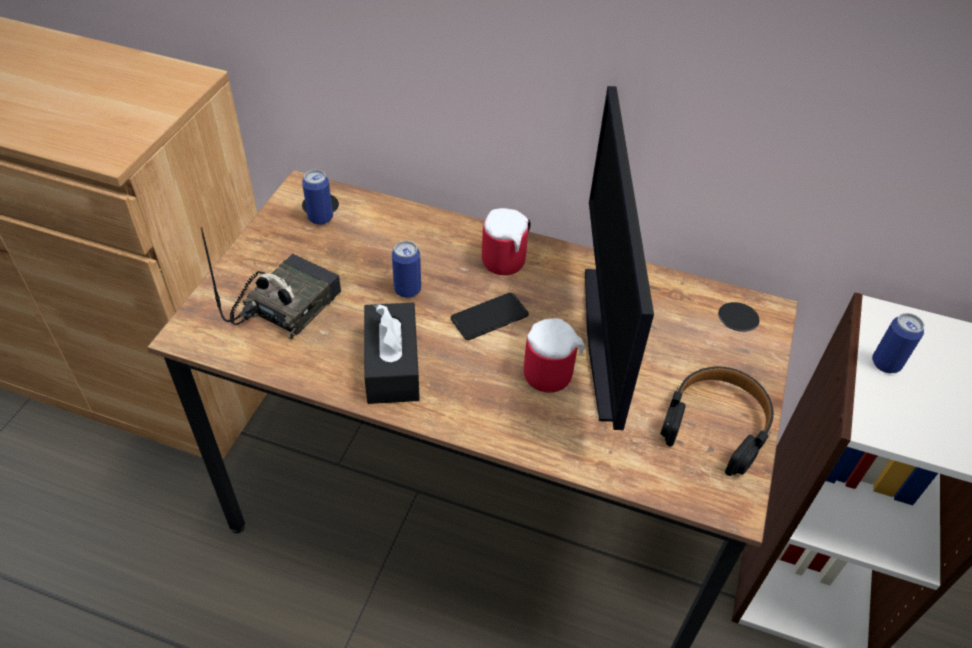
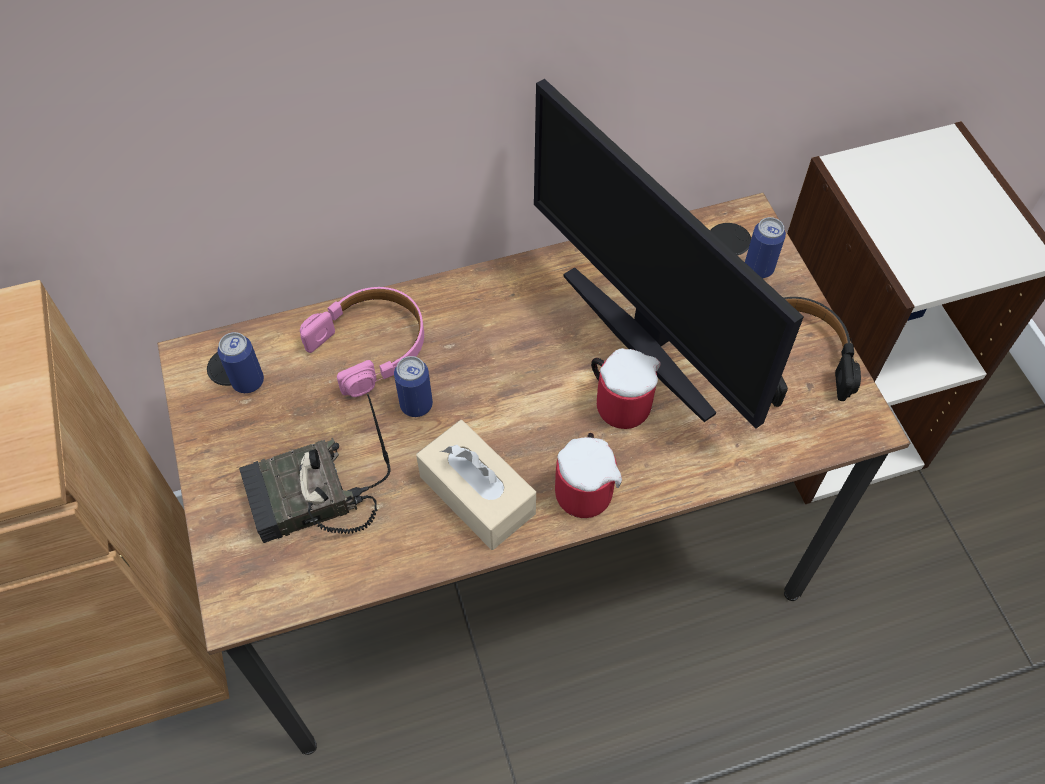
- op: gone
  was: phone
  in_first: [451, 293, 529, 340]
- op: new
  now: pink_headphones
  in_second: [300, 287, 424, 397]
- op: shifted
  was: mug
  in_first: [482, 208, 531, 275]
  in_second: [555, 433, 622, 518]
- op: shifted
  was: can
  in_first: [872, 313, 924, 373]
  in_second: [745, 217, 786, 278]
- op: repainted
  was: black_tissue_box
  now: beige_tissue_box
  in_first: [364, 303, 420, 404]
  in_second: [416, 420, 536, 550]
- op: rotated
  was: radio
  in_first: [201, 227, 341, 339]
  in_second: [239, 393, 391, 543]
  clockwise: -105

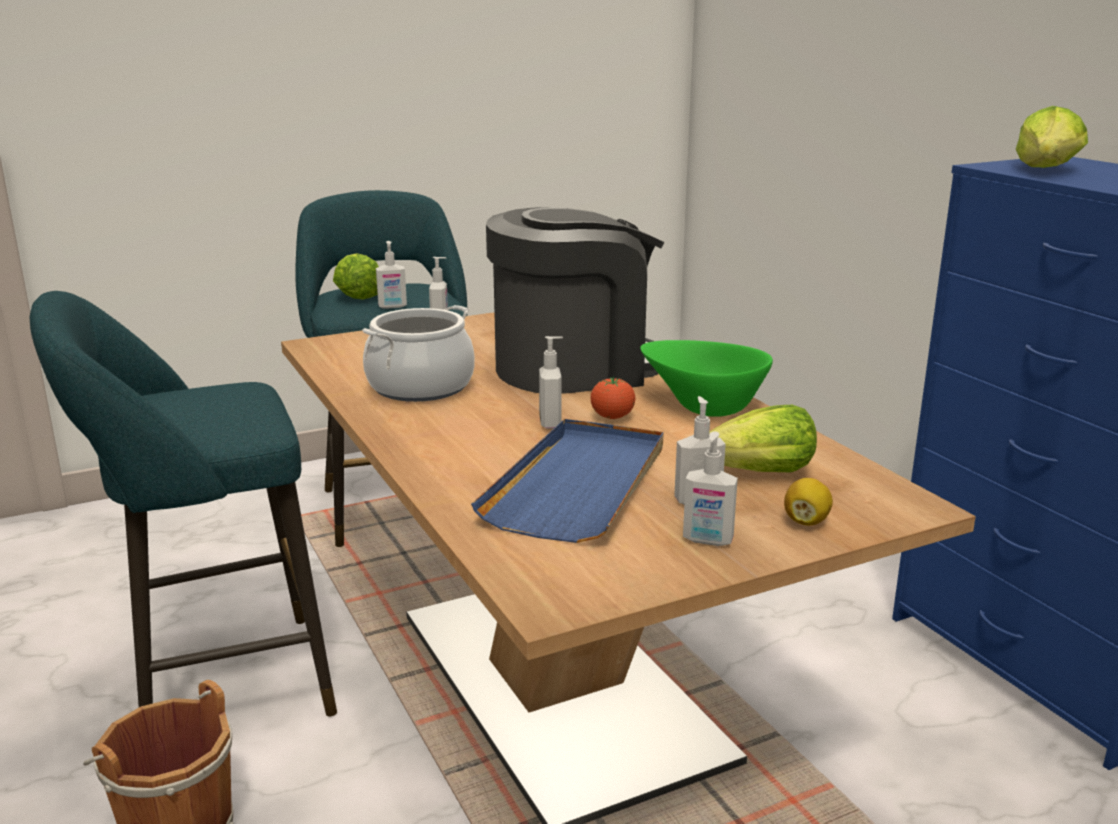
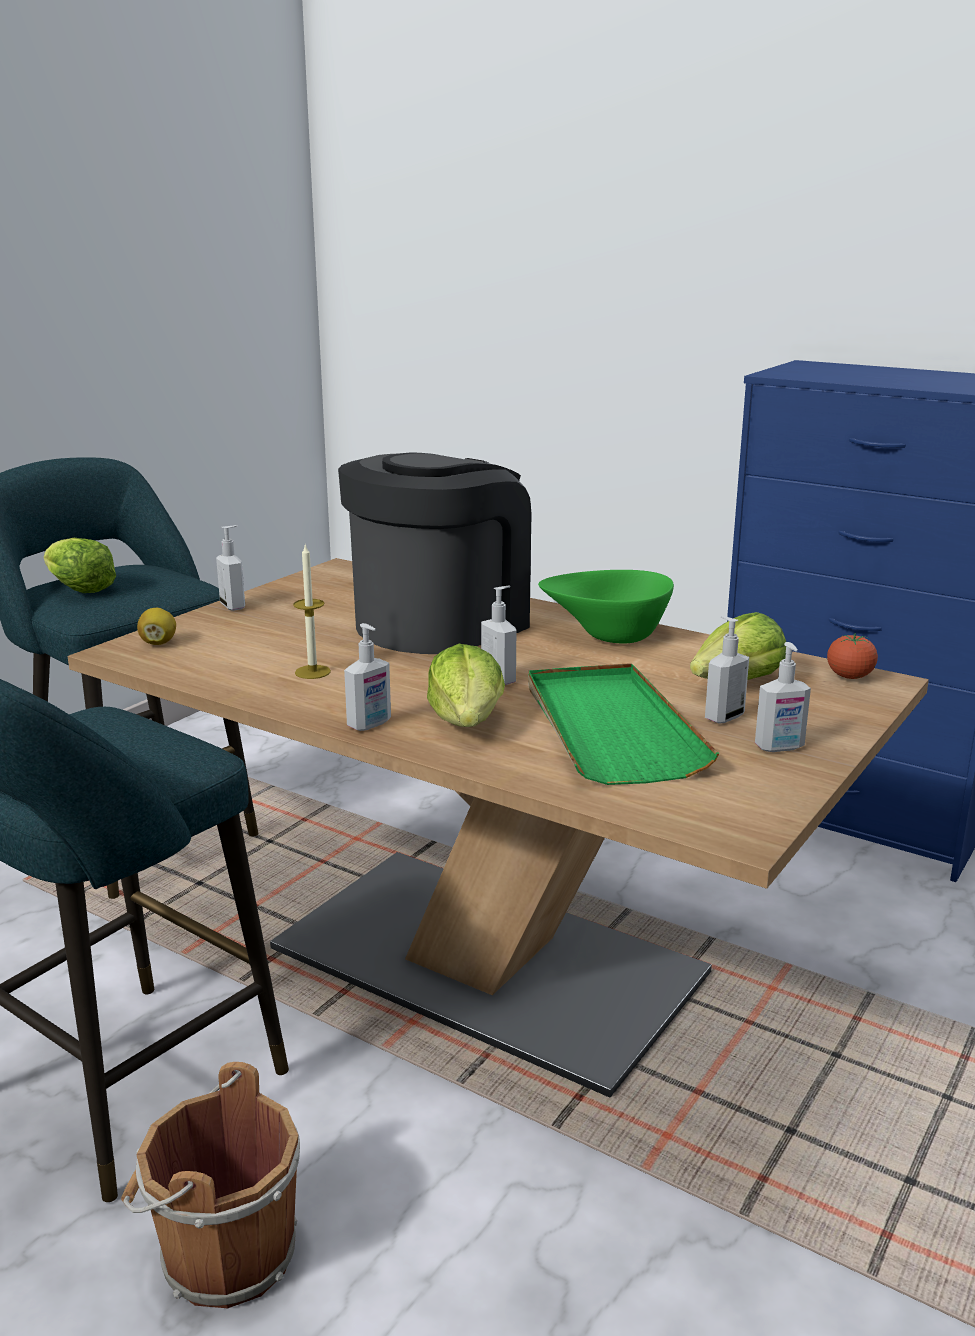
- op: shifted
  was: soap_dispenser
  in_first: [376, 241, 407, 309]
  in_second: [344, 623, 391, 731]
- op: shifted
  was: tomato
  in_first: [590, 376, 635, 419]
  in_second: [827, 633, 878, 679]
- op: shifted
  was: lemon
  in_first: [784, 478, 833, 526]
  in_second: [137, 608, 176, 645]
- op: shifted
  was: lettuce
  in_first: [1016, 106, 1088, 168]
  in_second: [427, 644, 505, 727]
- op: swapped
  was: cooking_pot
  now: candle
  in_first: [362, 305, 475, 402]
  in_second: [293, 544, 331, 679]
- op: repainted
  was: blue_tray
  now: green_tray
  in_first: [471, 419, 663, 543]
  in_second: [528, 663, 719, 785]

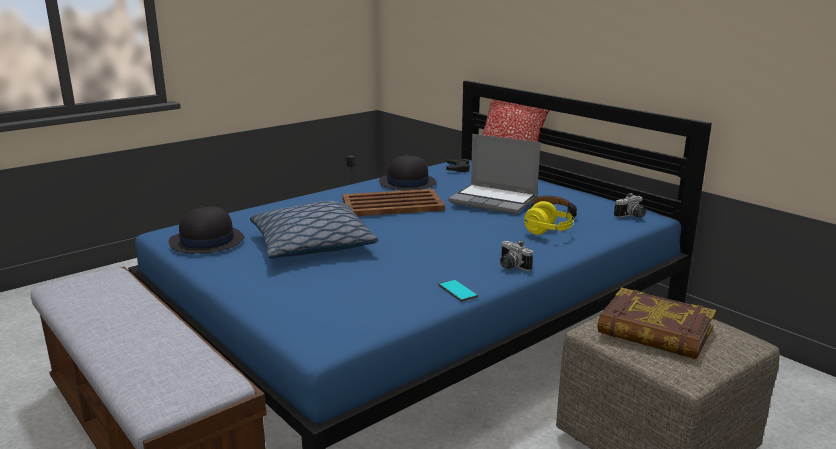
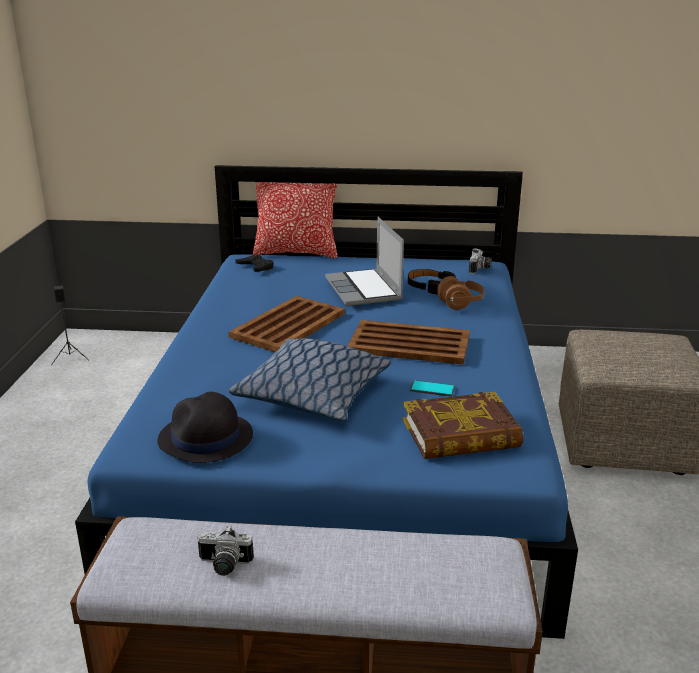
- op: gone
  was: black_hat
  in_first: [379, 154, 437, 190]
- op: new
  now: brown_tray
  in_second: [347, 320, 470, 365]
- op: shifted
  was: phone
  in_first: [438, 279, 478, 302]
  in_second: [410, 380, 455, 397]
- op: shifted
  was: photo_camera
  in_first: [500, 240, 533, 271]
  in_second: [198, 526, 254, 576]
- op: shifted
  was: book
  in_first: [598, 288, 716, 359]
  in_second: [403, 392, 523, 459]
- op: repainted
  was: yellow_headphones
  now: brown_headphones
  in_first: [524, 201, 574, 235]
  in_second: [437, 276, 486, 310]
- op: rotated
  was: laptop
  in_first: [448, 134, 541, 214]
  in_second: [325, 217, 404, 306]
  clockwise: 90

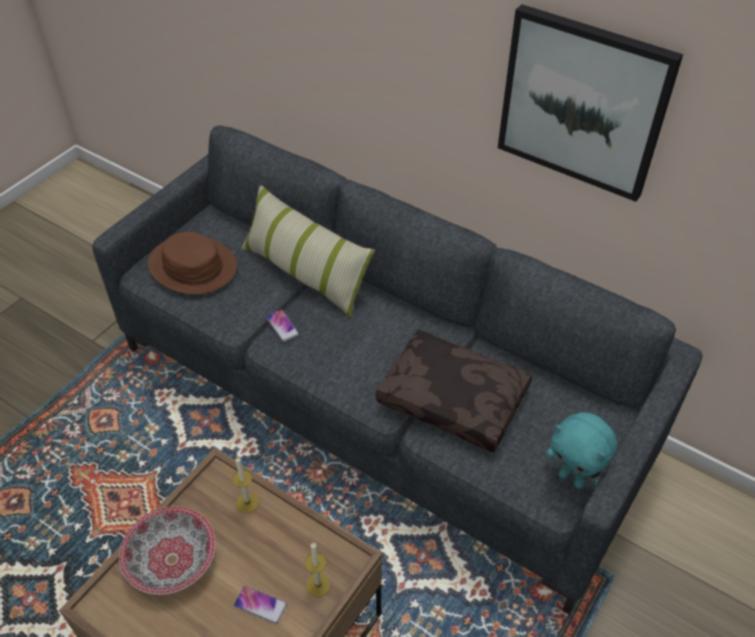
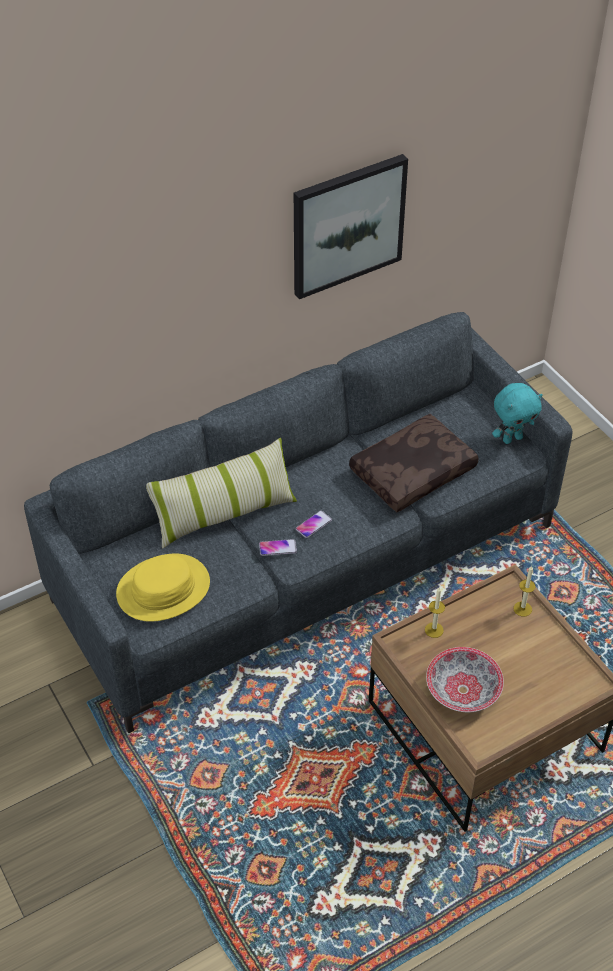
- op: shifted
  was: phone
  in_first: [234, 586, 287, 624]
  in_second: [296, 510, 332, 538]
- op: repainted
  was: brown_hat
  now: yellow_hat
  in_first: [148, 232, 237, 295]
  in_second: [116, 554, 210, 622]

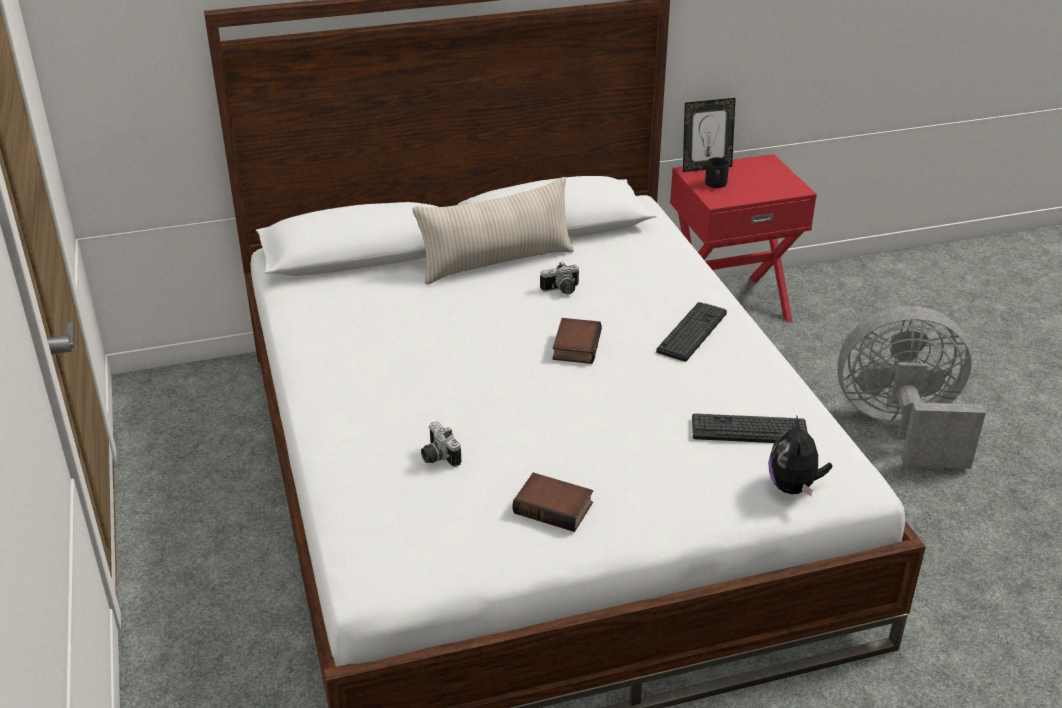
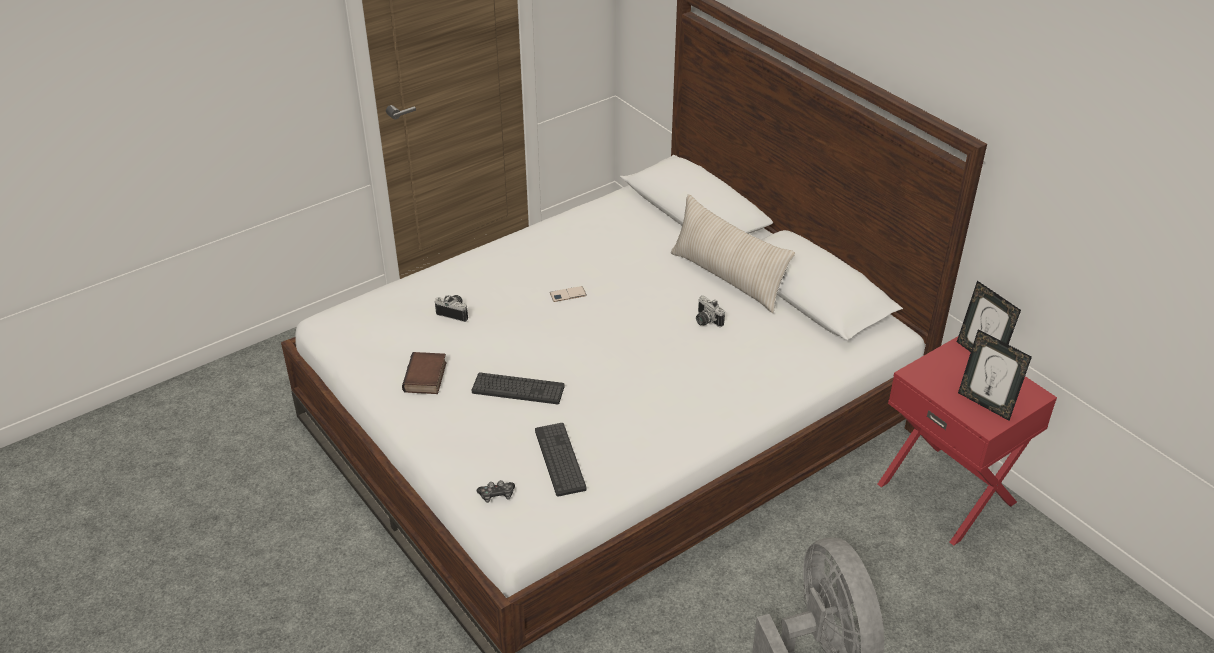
- op: gone
  was: book
  in_first: [553, 318, 602, 364]
- op: gone
  was: black_mug
  in_first: [705, 157, 729, 188]
- op: new
  now: phone
  in_second: [550, 286, 587, 302]
- op: new
  now: picture_frame
  in_second: [958, 329, 1032, 421]
- op: shifted
  was: keyboard
  in_first: [656, 302, 727, 362]
  in_second: [472, 373, 565, 404]
- op: swapped
  was: plush_toy
  now: game_controller
  in_first: [768, 415, 833, 496]
  in_second: [477, 480, 515, 503]
- op: rotated
  was: photo_camera
  in_first: [421, 421, 461, 467]
  in_second: [435, 295, 468, 322]
  clockwise: 75

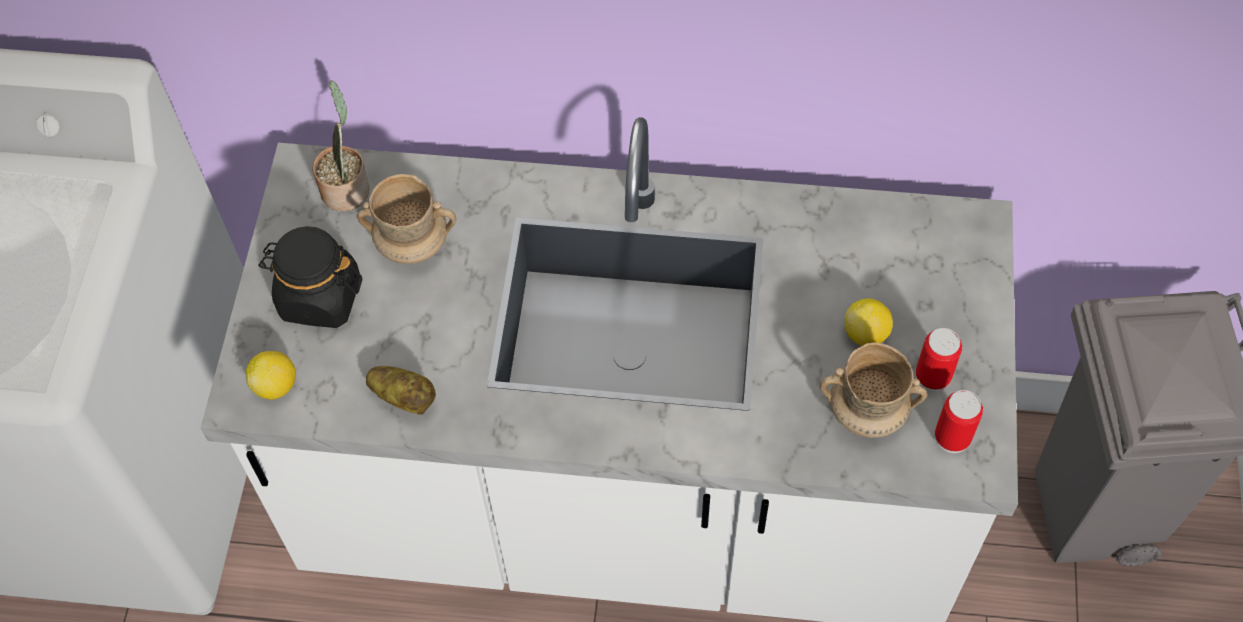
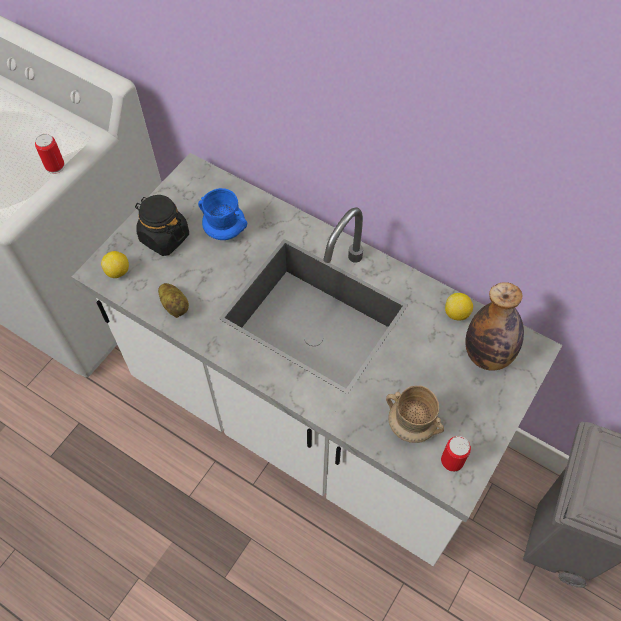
- op: gone
  was: potted_plant
  in_first: [313, 80, 369, 211]
- op: new
  now: bottle
  in_second: [465, 282, 524, 371]
- op: shifted
  was: lemon
  in_first: [844, 298, 893, 346]
  in_second: [445, 293, 473, 321]
- op: shifted
  was: can
  in_first: [916, 328, 962, 391]
  in_second: [35, 134, 65, 174]
- op: repainted
  was: beige_mug
  now: blue_mug
  in_first: [357, 174, 456, 264]
  in_second: [198, 188, 247, 240]

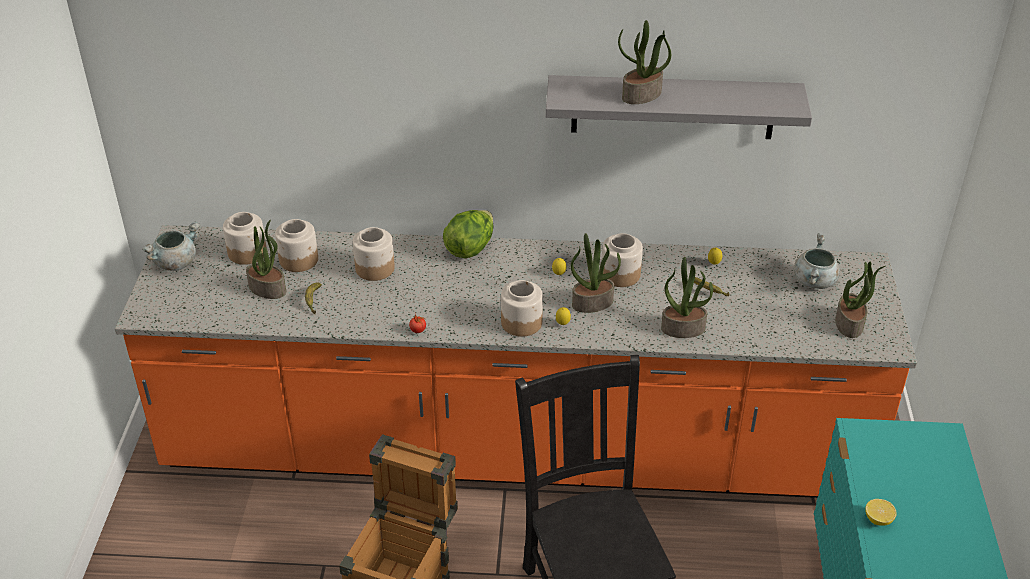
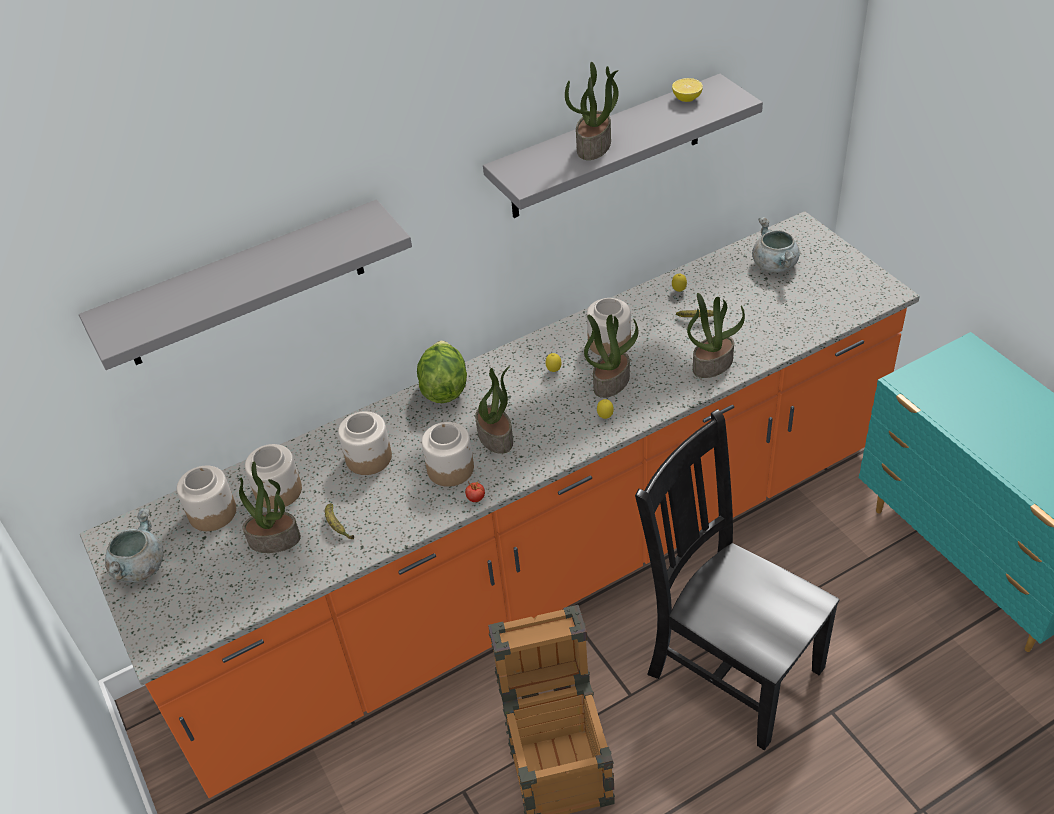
- op: new
  now: grey_shelf
  in_second: [79, 200, 412, 370]
- op: shifted
  was: jar
  in_first: [501, 280, 543, 337]
  in_second: [422, 422, 474, 487]
- op: shifted
  was: potted_plant
  in_first: [835, 262, 885, 338]
  in_second: [475, 366, 513, 454]
- op: shifted
  was: lemon
  in_first: [865, 499, 897, 526]
  in_second: [672, 78, 703, 102]

